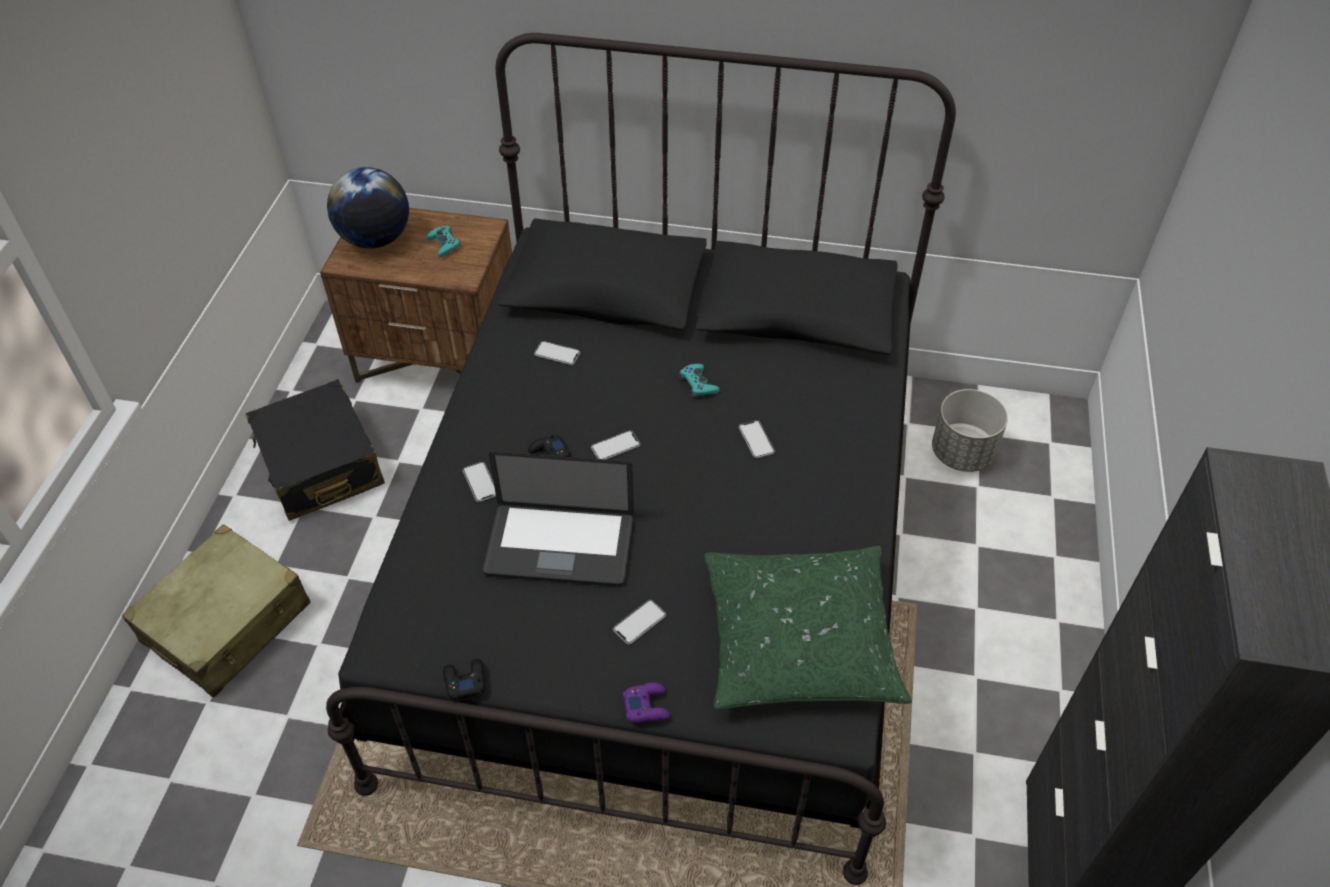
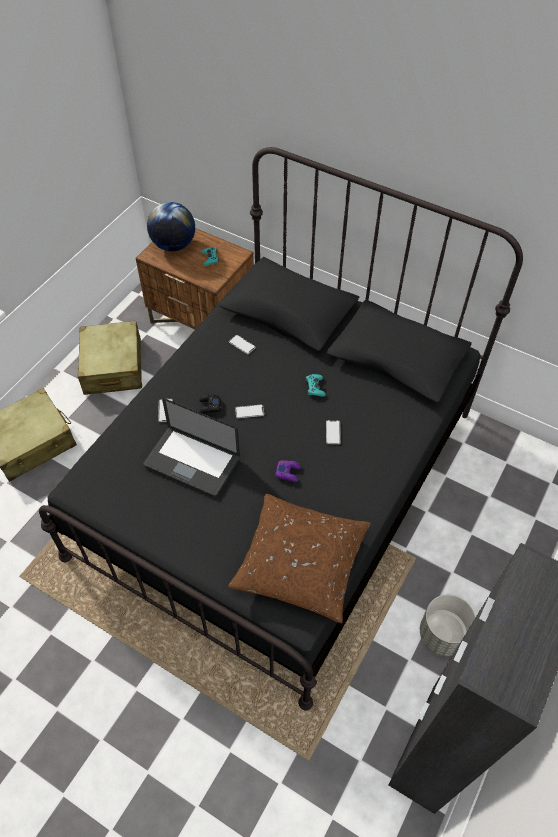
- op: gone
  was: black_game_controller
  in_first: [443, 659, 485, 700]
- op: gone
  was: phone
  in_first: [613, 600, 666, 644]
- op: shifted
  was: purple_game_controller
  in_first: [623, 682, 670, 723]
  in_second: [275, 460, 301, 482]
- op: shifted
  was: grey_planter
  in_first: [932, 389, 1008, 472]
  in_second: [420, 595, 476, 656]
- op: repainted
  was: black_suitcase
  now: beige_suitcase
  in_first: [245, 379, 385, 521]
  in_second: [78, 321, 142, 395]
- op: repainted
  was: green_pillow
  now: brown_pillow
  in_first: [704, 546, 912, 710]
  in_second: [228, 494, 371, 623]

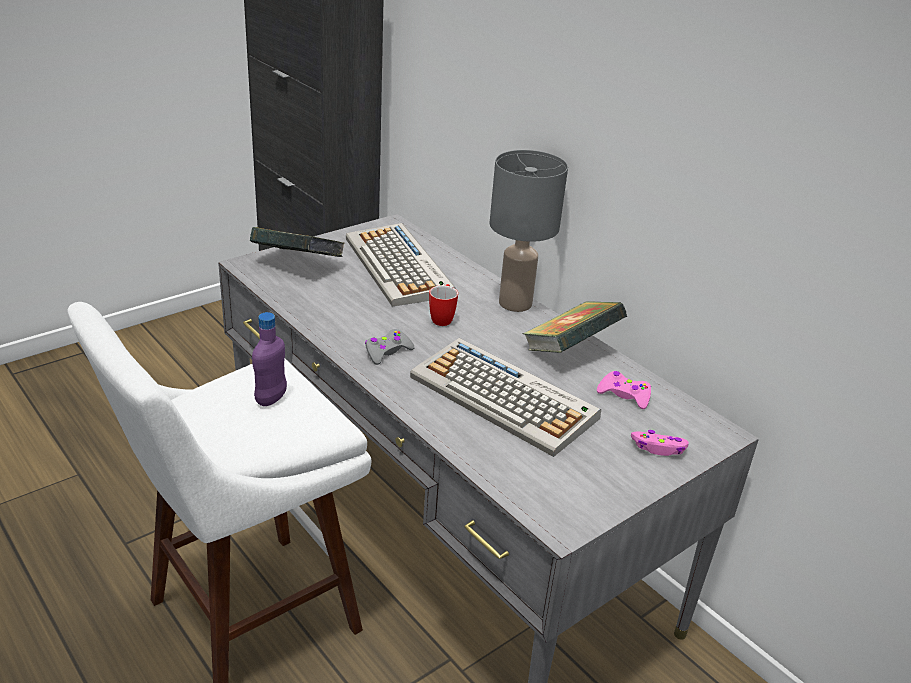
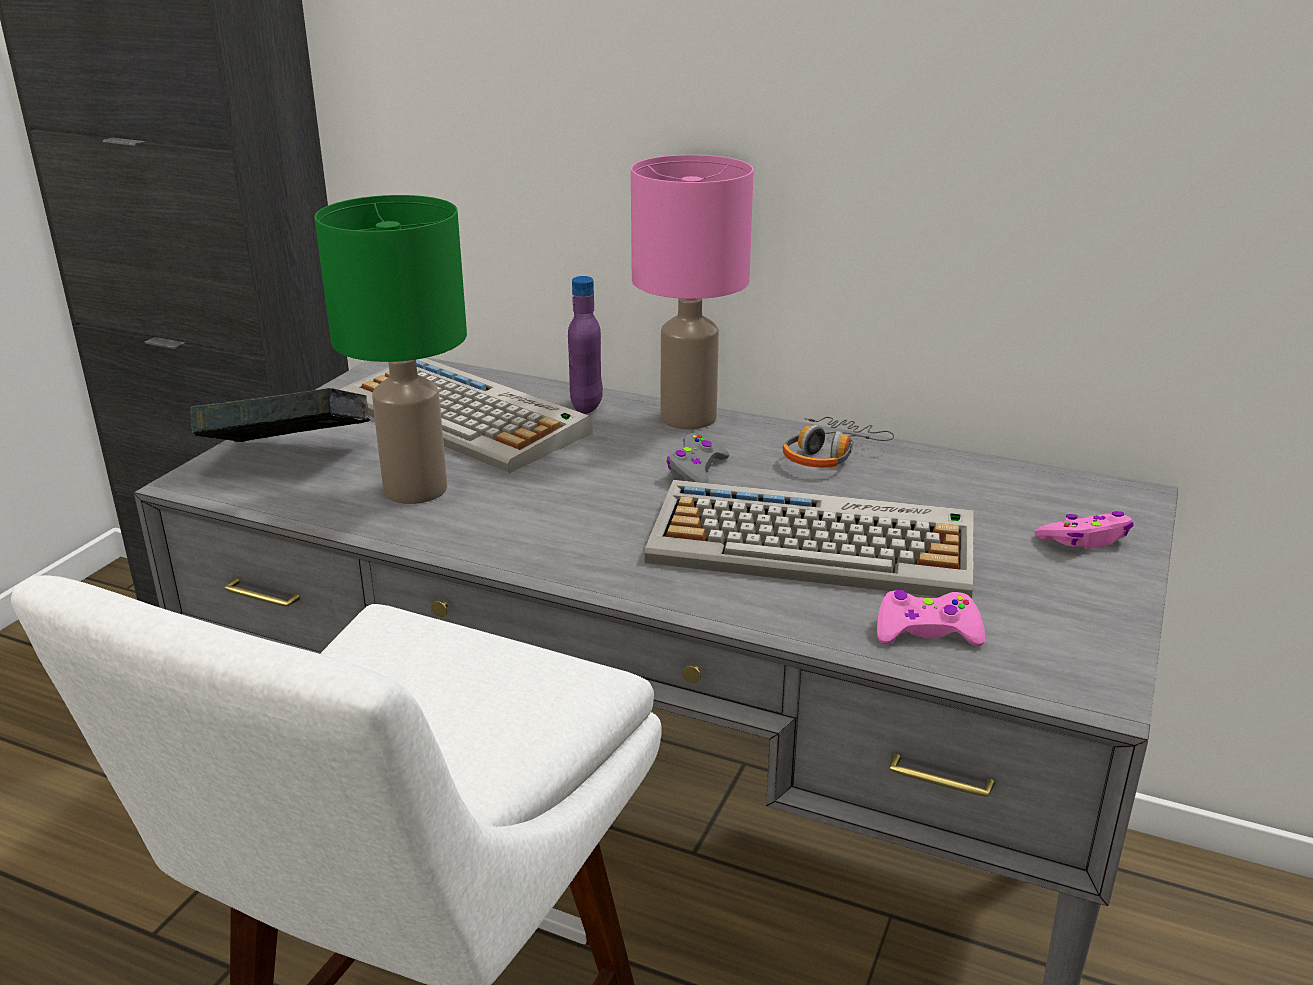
- op: gone
  was: mug
  in_first: [429, 284, 458, 326]
- op: new
  now: green_table_lamp
  in_second: [314, 195, 467, 504]
- op: shifted
  was: purple_bottle
  in_first: [252, 312, 287, 406]
  in_second: [568, 276, 603, 414]
- op: shifted
  was: grey_game_controller
  in_first: [365, 329, 415, 365]
  in_second: [667, 433, 729, 483]
- op: shifted
  was: pink_game_controller
  in_first: [597, 371, 651, 409]
  in_second: [877, 590, 985, 646]
- op: swapped
  was: book
  now: headphones
  in_first: [522, 301, 627, 353]
  in_second: [783, 417, 894, 468]
- op: repainted
  was: grey_table_lamp
  now: pink_table_lamp
  in_first: [490, 150, 568, 312]
  in_second: [631, 155, 754, 429]

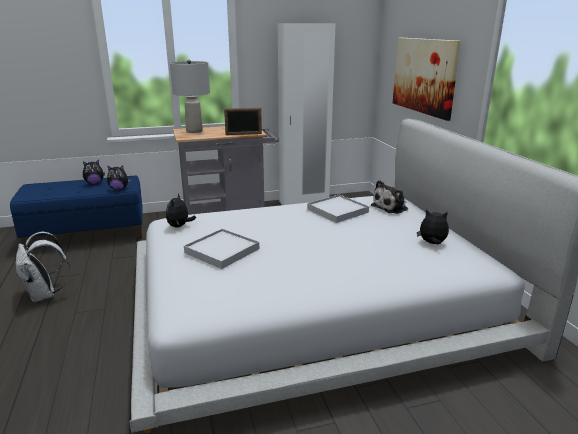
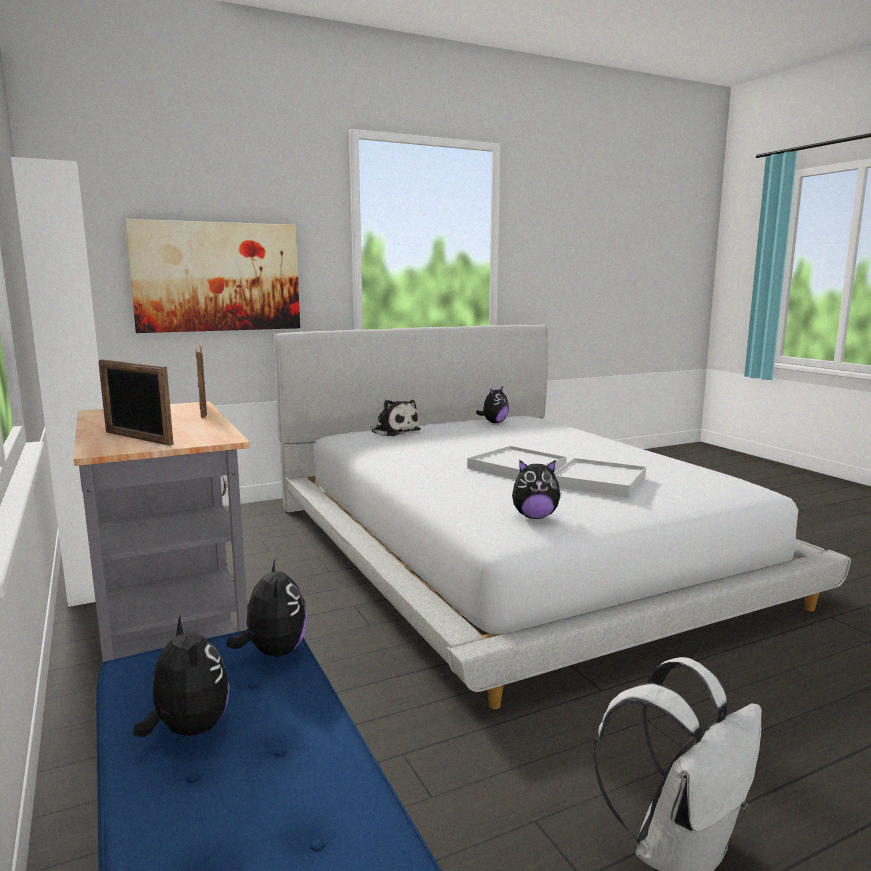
- op: shifted
  was: white_tray
  in_first: [307, 194, 369, 223]
  in_second: [467, 446, 567, 480]
- op: swapped
  was: grey_table_lamp
  now: picture_frame
  in_first: [170, 60, 210, 133]
  in_second: [98, 360, 174, 446]
- op: rotated
  was: plush_toy
  in_first: [417, 209, 449, 245]
  in_second: [476, 386, 509, 423]
  clockwise: -150

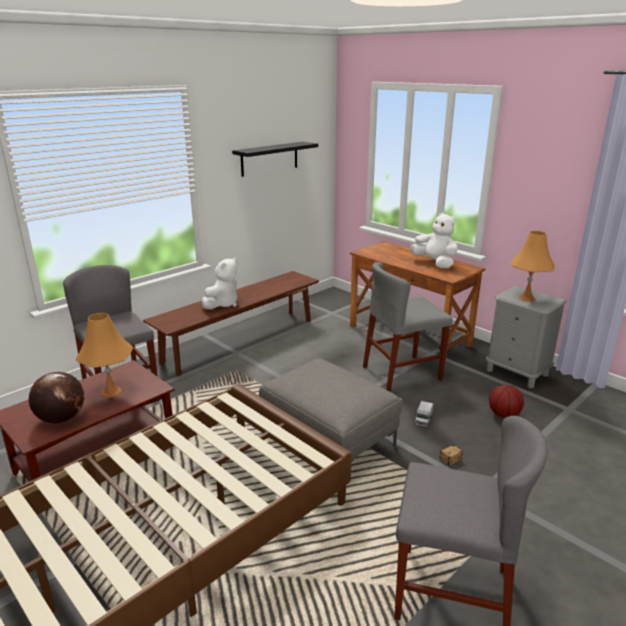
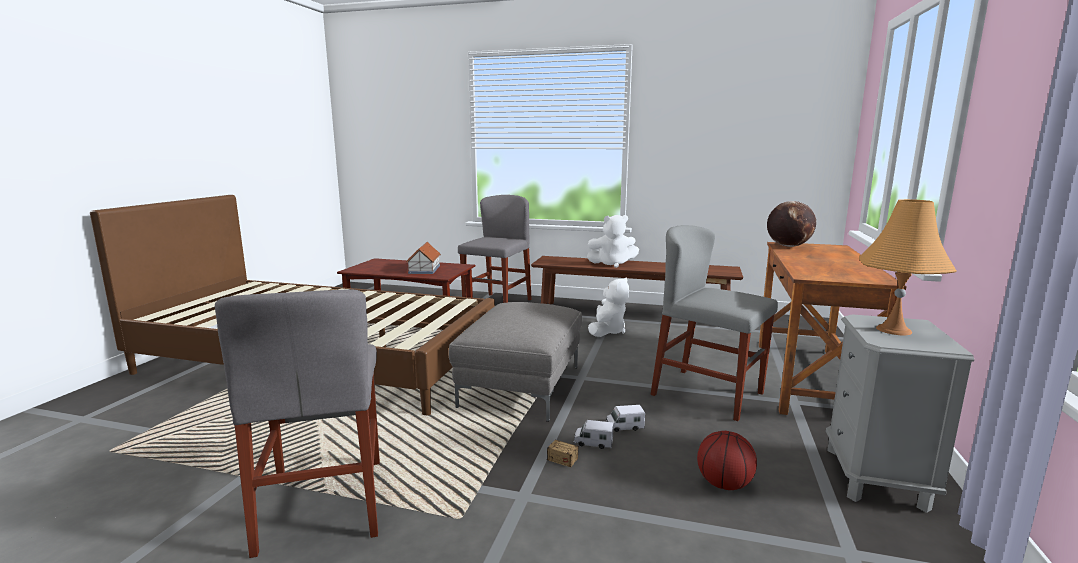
- op: gone
  was: black_shelf
  in_first: [232, 142, 318, 177]
- op: new
  now: toy_truck
  in_second: [574, 420, 614, 449]
- op: shifted
  was: globe
  in_first: [29, 372, 84, 423]
  in_second: [767, 201, 816, 247]
- op: shifted
  was: white_plush_toy
  in_first: [410, 212, 458, 268]
  in_second: [588, 278, 629, 337]
- op: swapped
  was: orange_table_lamp
  now: toy_house
  in_first: [75, 313, 133, 398]
  in_second: [406, 242, 441, 274]

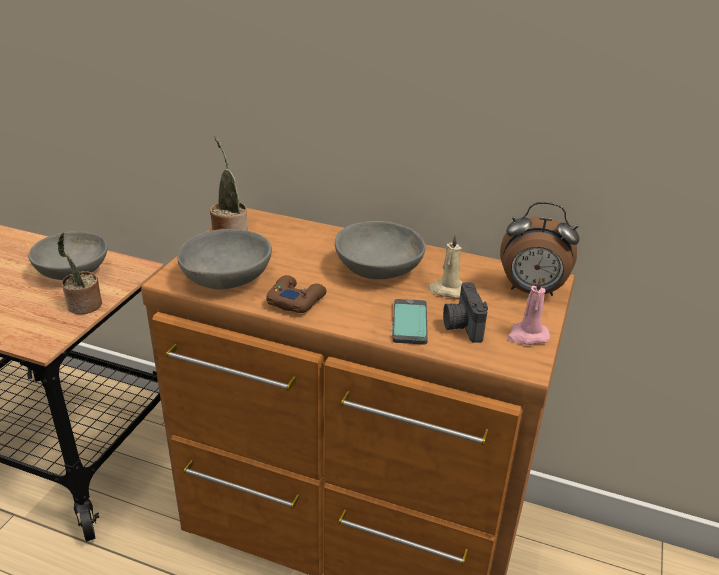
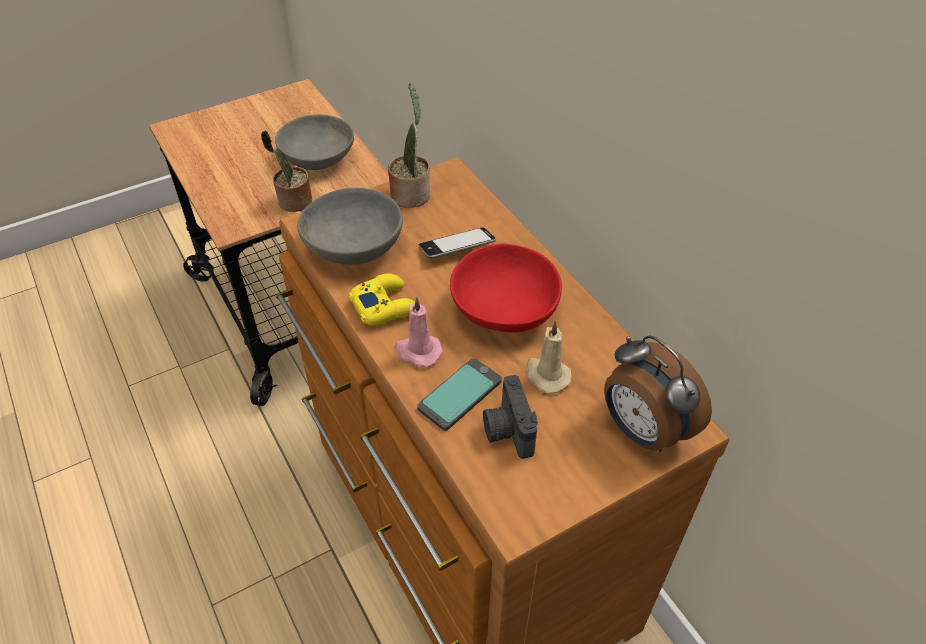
- op: new
  now: phone
  in_second: [419, 227, 496, 259]
- op: shifted
  was: pink_candle
  in_first: [507, 276, 550, 345]
  in_second: [395, 296, 443, 368]
- op: repainted
  was: brown_game_controller
  now: yellow_game_controller
  in_first: [266, 275, 327, 313]
  in_second: [349, 273, 415, 326]
- op: repainted
  was: grey_bowl
  now: red_bowl
  in_first: [335, 221, 426, 279]
  in_second: [450, 243, 562, 332]
- op: rotated
  was: photo_camera
  in_first: [443, 282, 488, 343]
  in_second: [483, 375, 538, 459]
  clockwise: -45

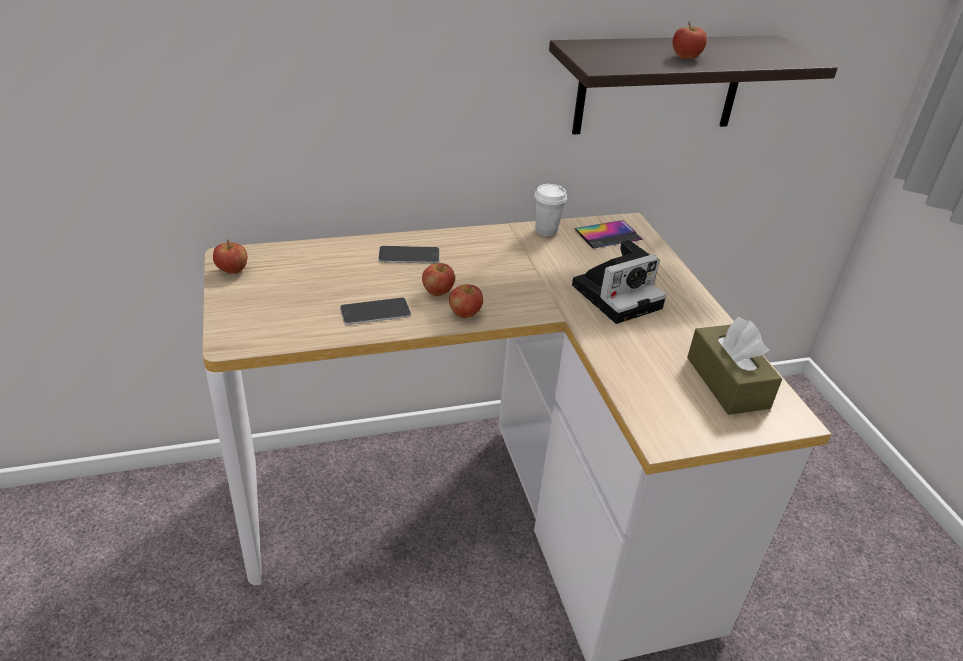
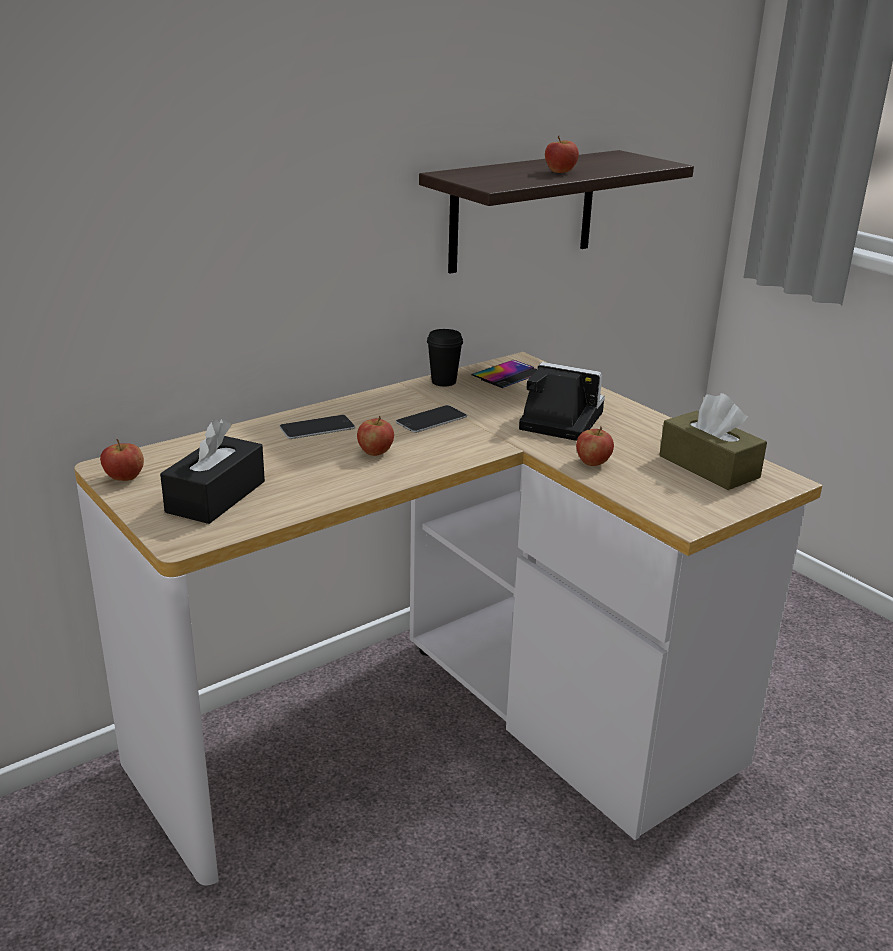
- op: new
  now: black_tissue_box
  in_second: [160, 419, 265, 524]
- op: shifted
  was: phone
  in_first: [340, 298, 411, 325]
  in_second: [395, 405, 467, 433]
- op: shifted
  was: apple
  in_first: [449, 284, 483, 318]
  in_second: [576, 426, 614, 466]
- op: repainted
  was: white_cup
  now: black_cup
  in_first: [534, 184, 567, 236]
  in_second: [427, 329, 463, 386]
- op: rotated
  was: photo_camera
  in_first: [572, 240, 666, 324]
  in_second: [519, 362, 605, 441]
  clockwise: -105

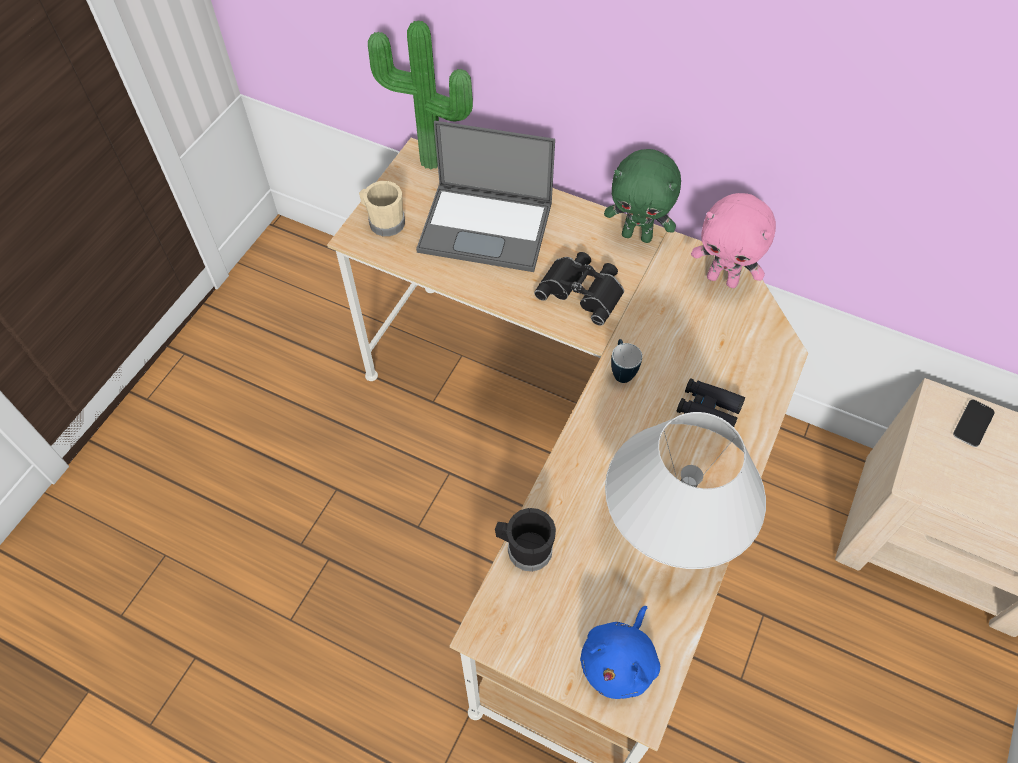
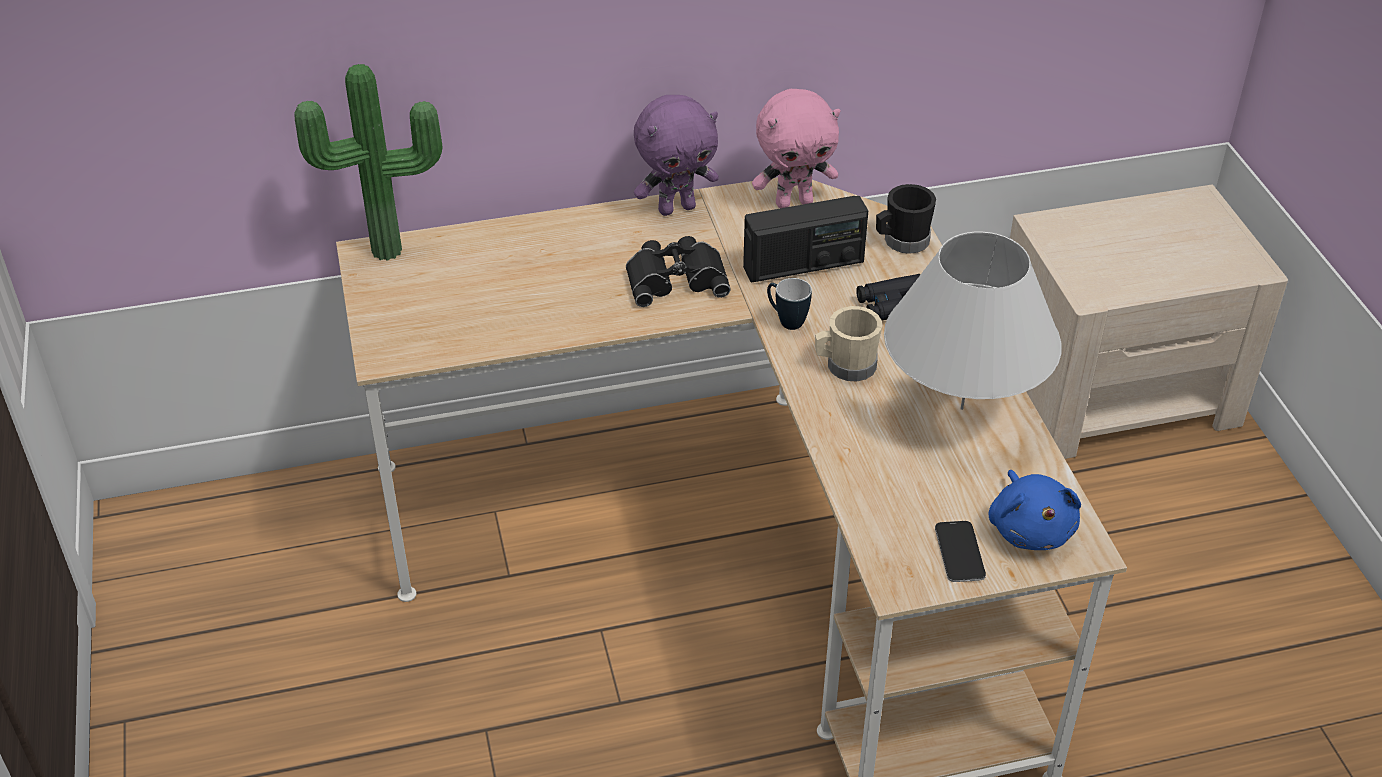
- op: gone
  was: laptop
  in_first: [416, 121, 555, 272]
- op: new
  now: radio
  in_second: [743, 196, 868, 283]
- op: shifted
  was: beige_mug
  in_first: [359, 181, 405, 236]
  in_second: [815, 306, 882, 381]
- op: shifted
  was: black_mug
  in_first: [495, 508, 556, 572]
  in_second: [876, 184, 936, 254]
- op: shifted
  was: phone
  in_first: [953, 400, 994, 447]
  in_second: [935, 521, 986, 582]
- op: repainted
  was: green_plush_toy
  now: purple_plush_toy
  in_first: [604, 149, 681, 243]
  in_second: [634, 95, 719, 216]

